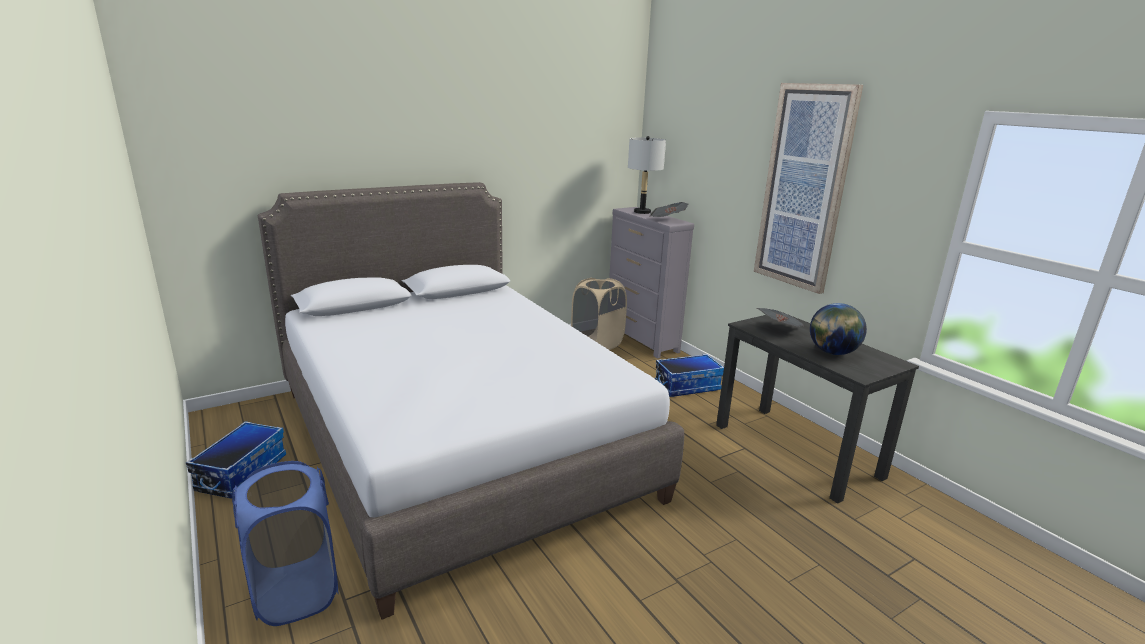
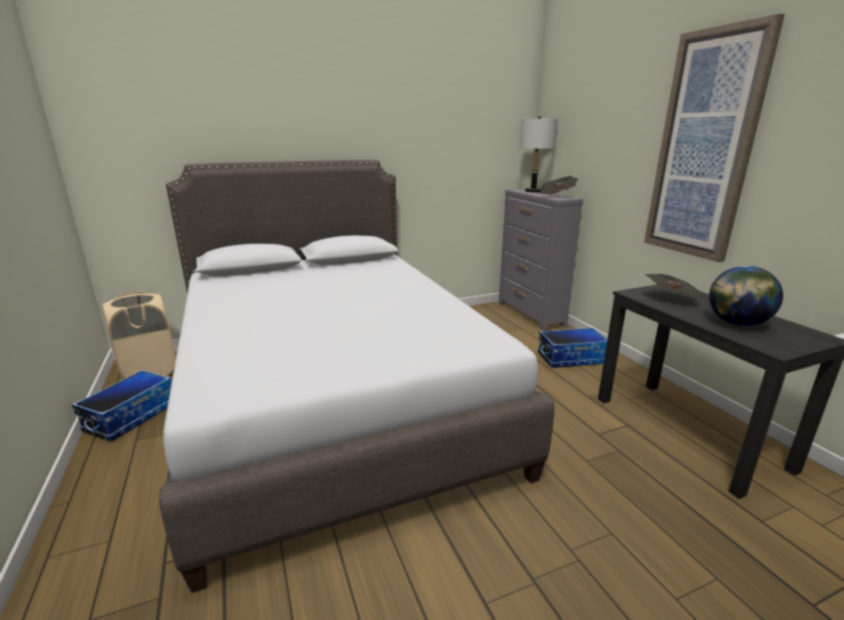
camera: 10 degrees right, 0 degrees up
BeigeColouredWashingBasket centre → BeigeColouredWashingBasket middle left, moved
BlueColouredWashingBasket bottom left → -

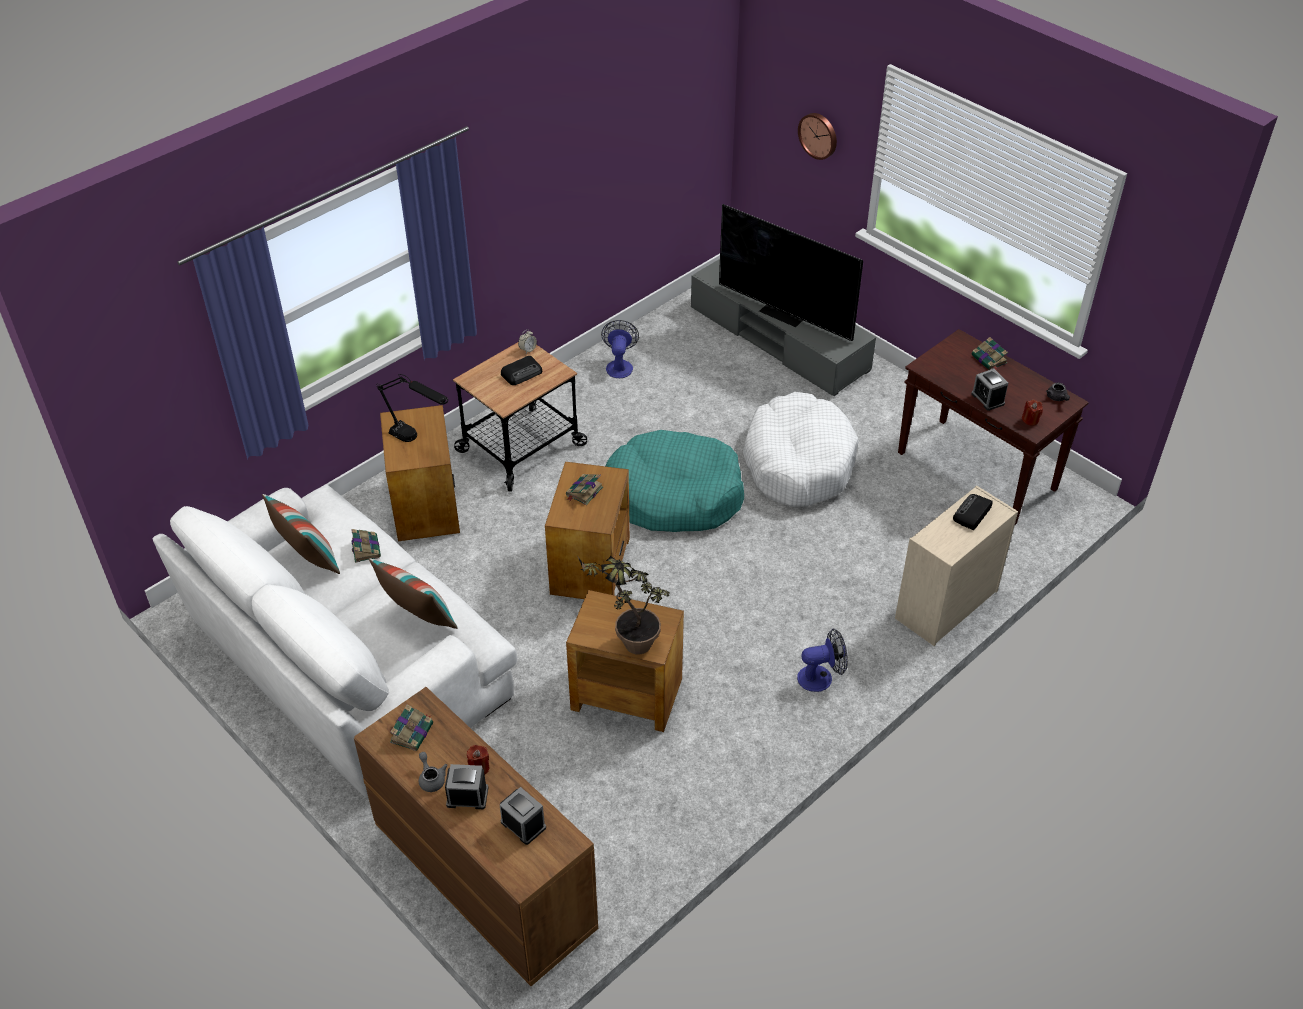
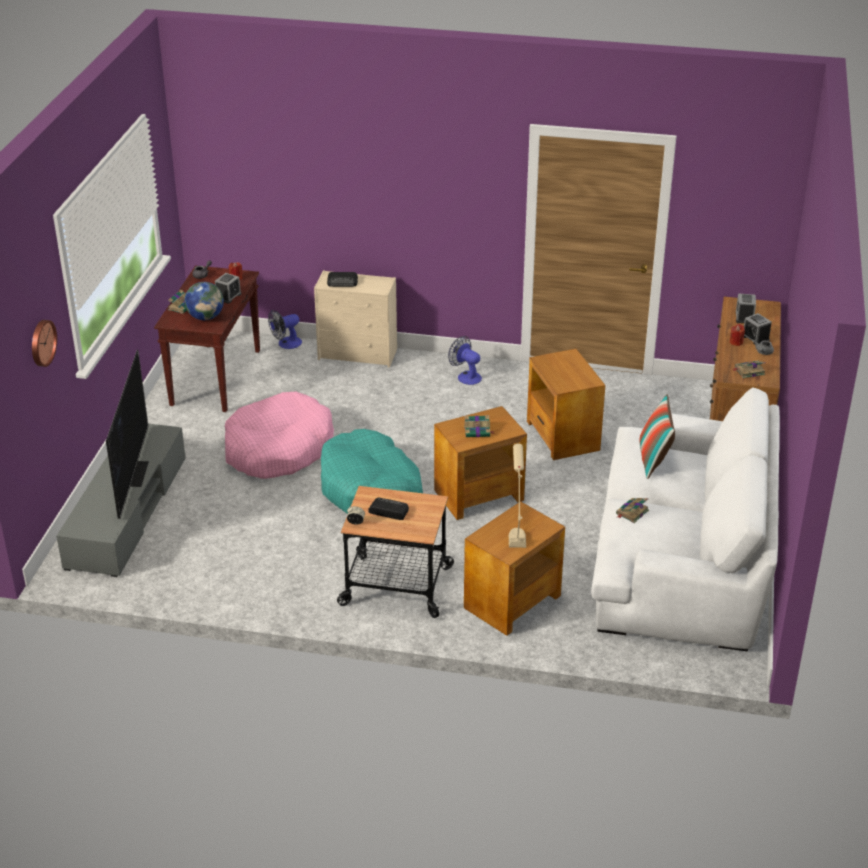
camera: 125 degrees left, 10 degrees down
ElectricFan (1st from left) centre → ElectricFan (1st from left) middle left, moved
BlackishTabletopLamp middle left → BeigeColouredTabletopLamp centre
WhiteColouredDogBed centre → PinkDogBed middle left
ThrowPillow (1st from left) middle left → -
PottedPlant centre → -
- → DeskGlobe middle left

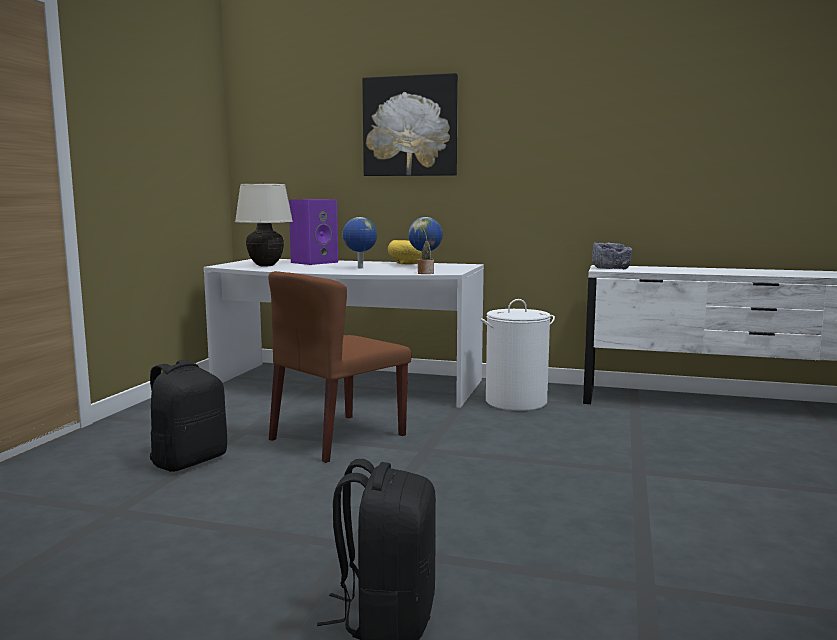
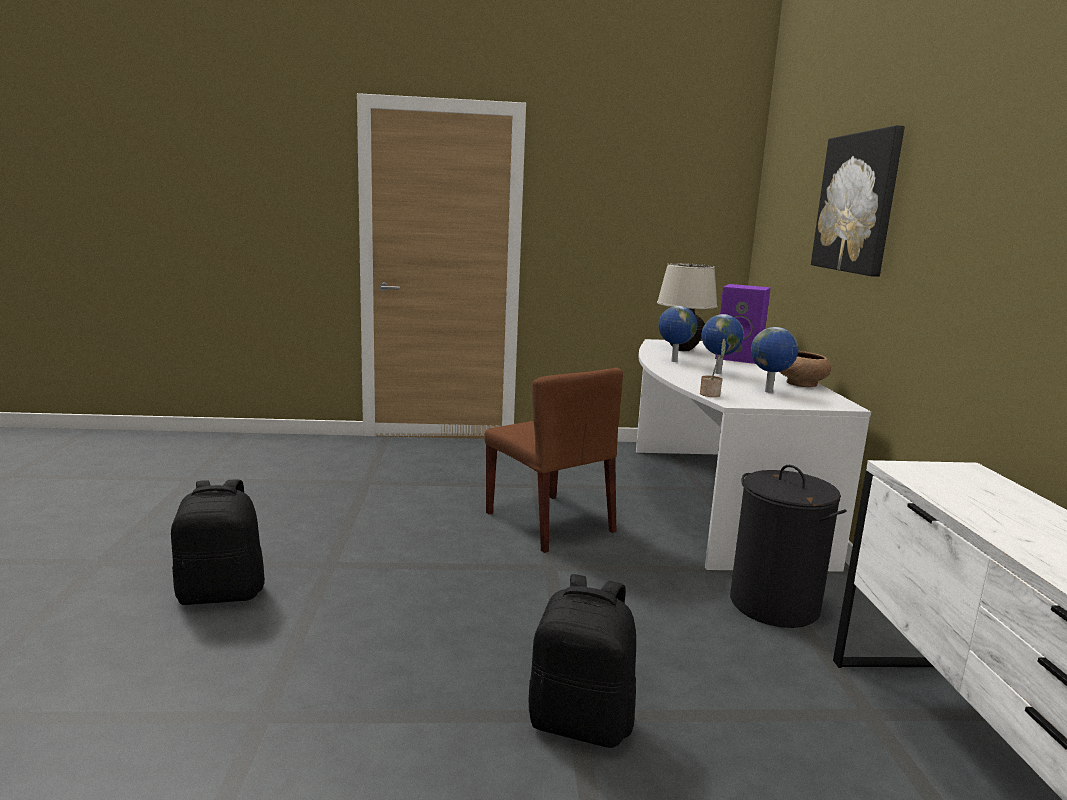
camera: 70 degrees right, 5 degrees up
YellowDeepDish centre → BrownColouredDeepDish middle right
GreyDeepDish middle right → -
BrownColouredUprightChair centre, 150 degrees counterclockwise
WhiteColouredWashingBasket centre → BlackishWashingBasket bottom right
BlackishKnapsack (1st from left in the first image) middle left → BlackishKnapsack (2nd from left) bottom centre, moved
- → DeskGlobe (1st from left) centre

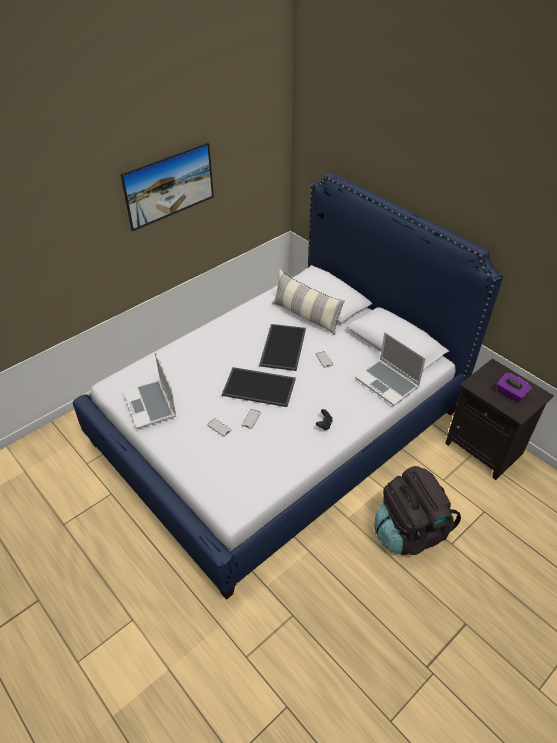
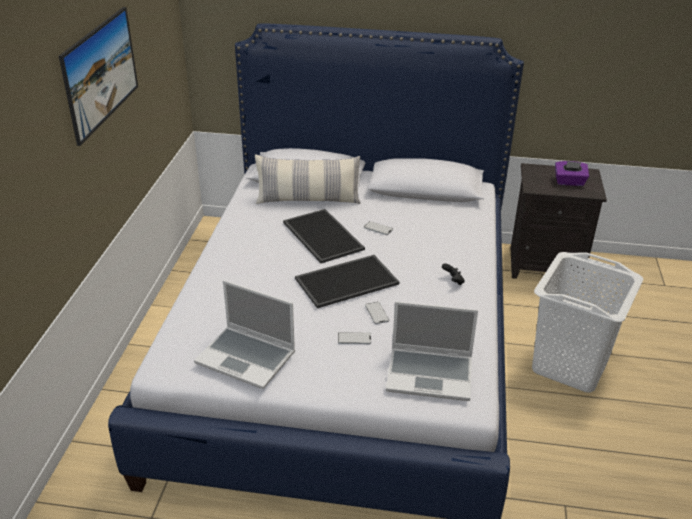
camera: 40 degrees left, 10 degrees down
Laptop (2nd from left) middle right → Laptop (2nd from left) bottom centre, moved
BlackishKnapsack bottom right → WhiteColouredWashingBasket middle right

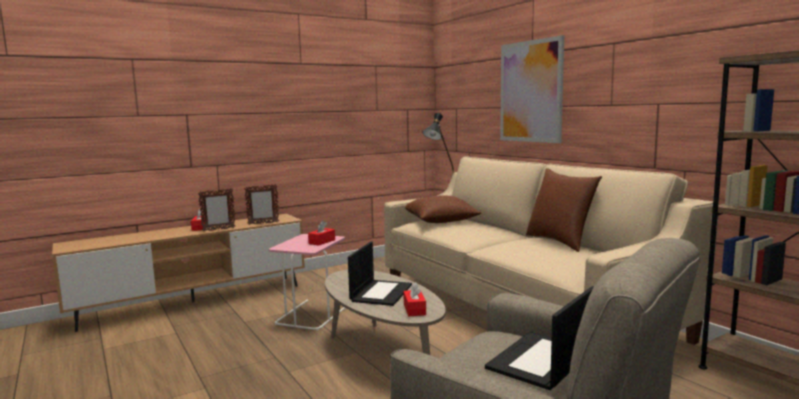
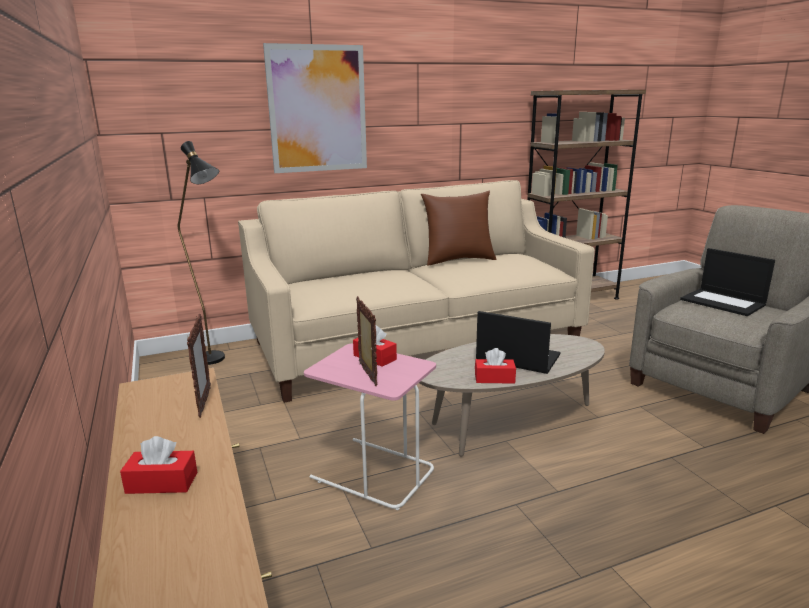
camera: 80 degrees left, 10 degrees up
PictureFrame (1st from left in the first image) middle left → PictureFrame (2nd from left) centre, moved
BrownColouredThrowPillow (1st from left) centre → -
RedTissueBox (3rd from left) bottom centre → RedTissueBox (3rd from left) centre, moved

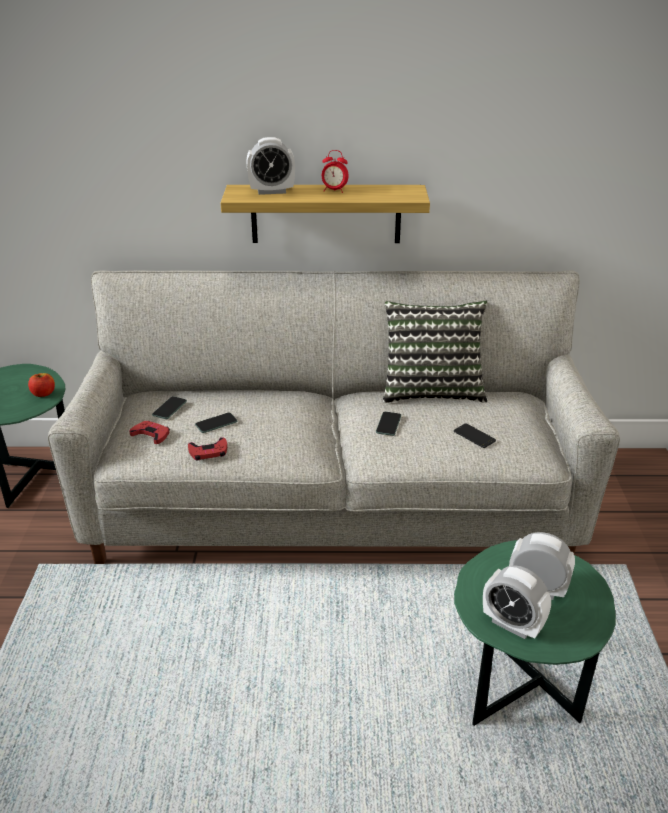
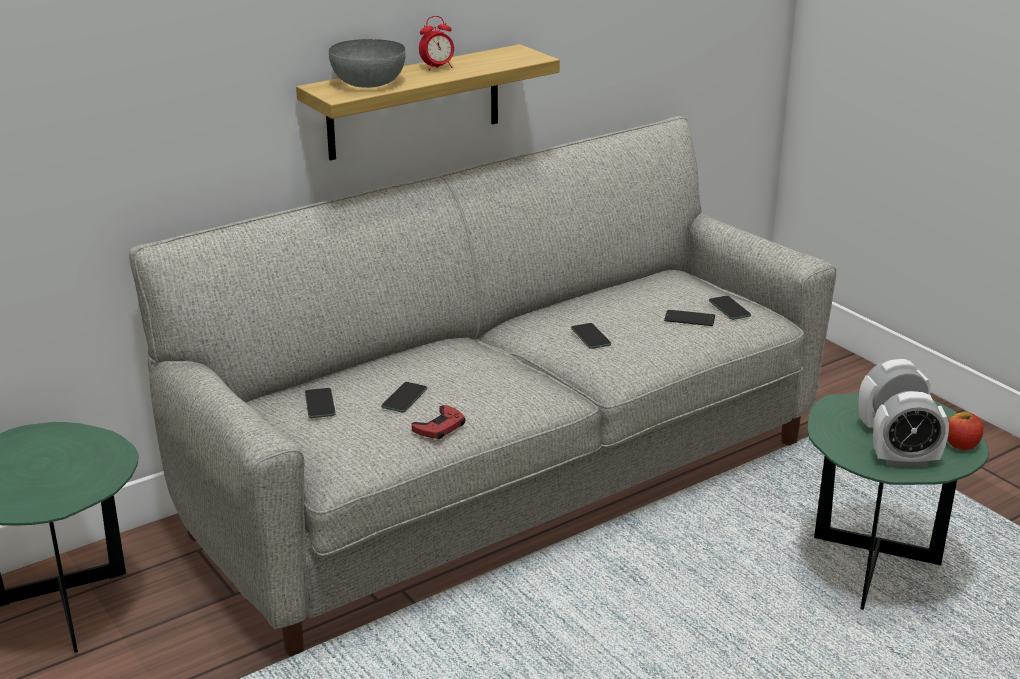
camera: 35 degrees left, 5 degrees down
BedsideClock (1st from left) top centre → GreyDeepDish top centre
ThrowPillow centre → -
AppleFruit middle left → AppleFruit middle right, moved
RedGamepad (1st from left) middle left → -
- → Phone (5th from left) middle right

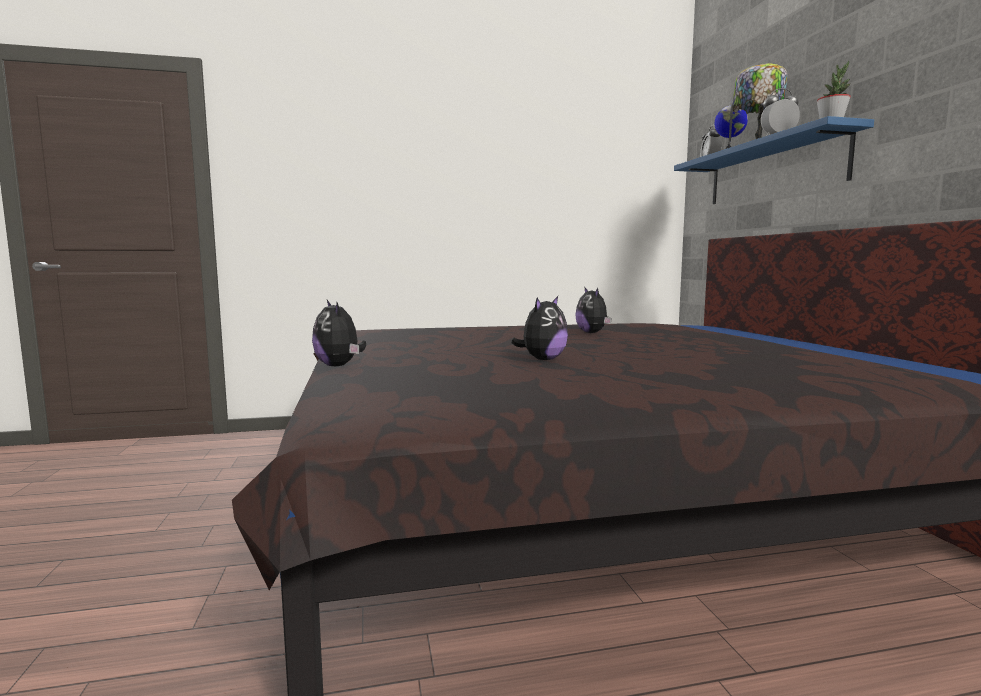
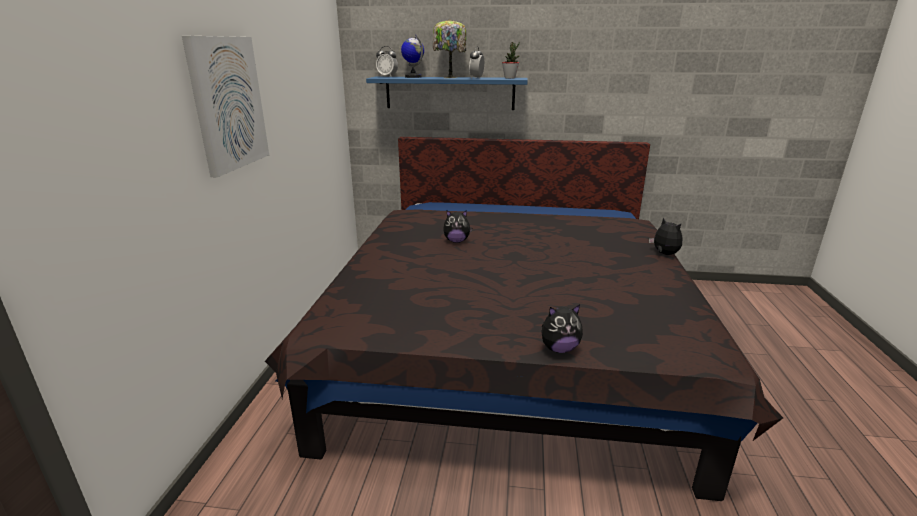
camera: 70 degrees left, 15 degrees up
PlushToy (2nd from left in the first image) centre → PlushToy (3rd from left) middle right, moved
- → WallPicture top left

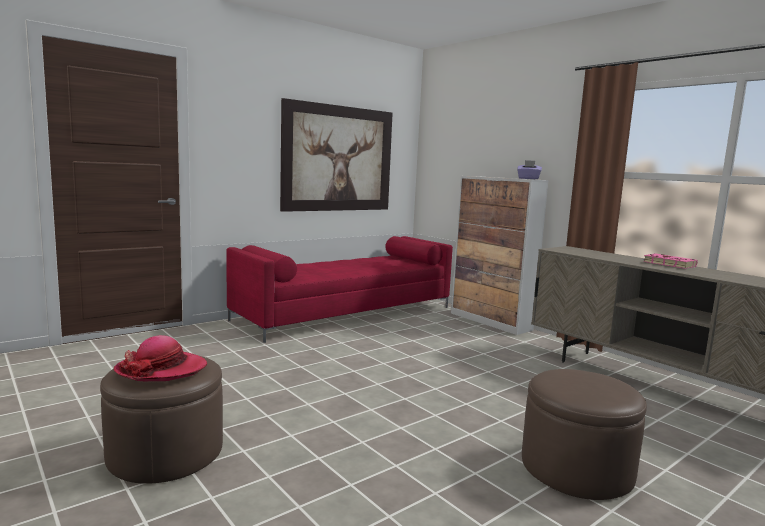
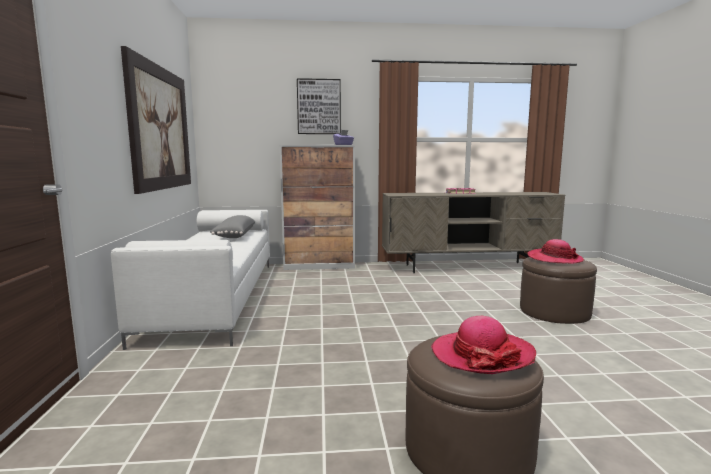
camera: 55 degrees left, 0 degrees up
RedSofa centre → WhiteColouredSofa middle left
- → WallPicture (2nd from left) top centre
- → GreyThrowPillow middle left
- → ClothingHat (2nd from left) middle right

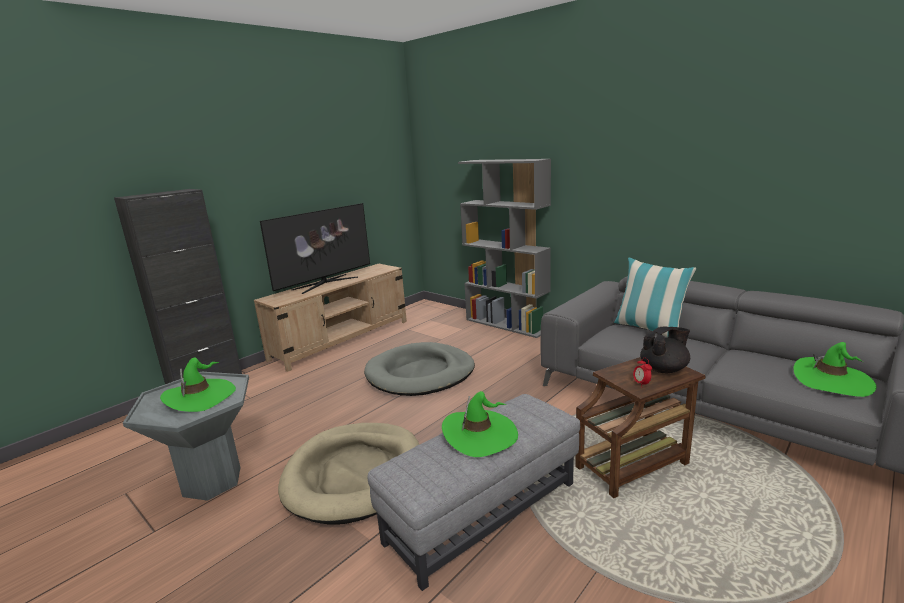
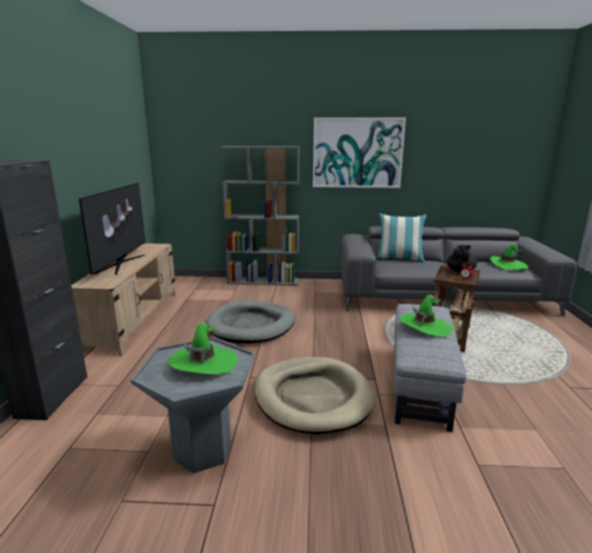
camera: 40 degrees left, 0 degrees up
- → WallPicture top centre

